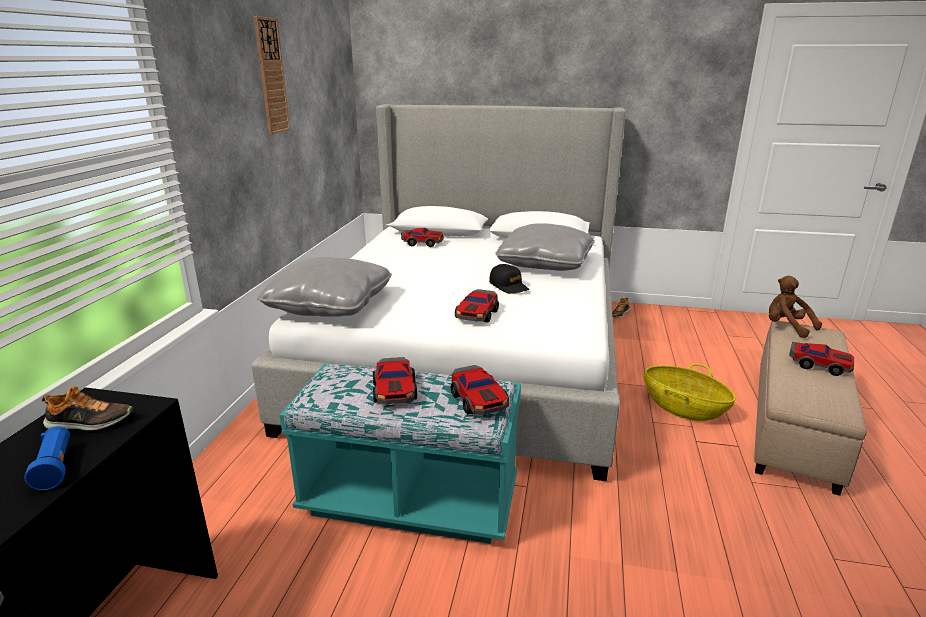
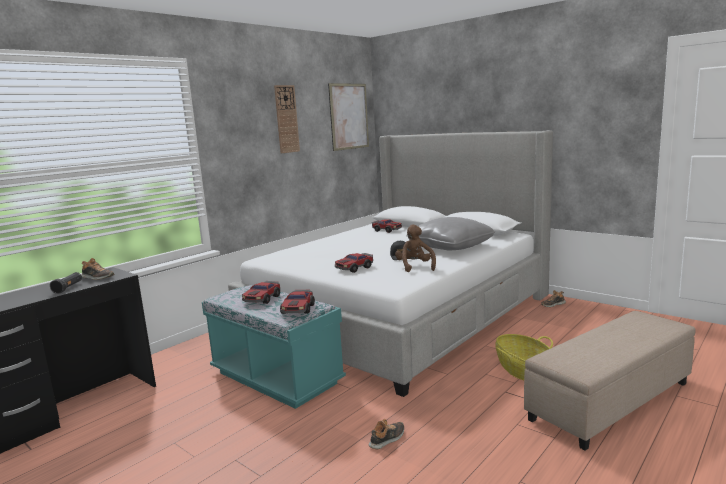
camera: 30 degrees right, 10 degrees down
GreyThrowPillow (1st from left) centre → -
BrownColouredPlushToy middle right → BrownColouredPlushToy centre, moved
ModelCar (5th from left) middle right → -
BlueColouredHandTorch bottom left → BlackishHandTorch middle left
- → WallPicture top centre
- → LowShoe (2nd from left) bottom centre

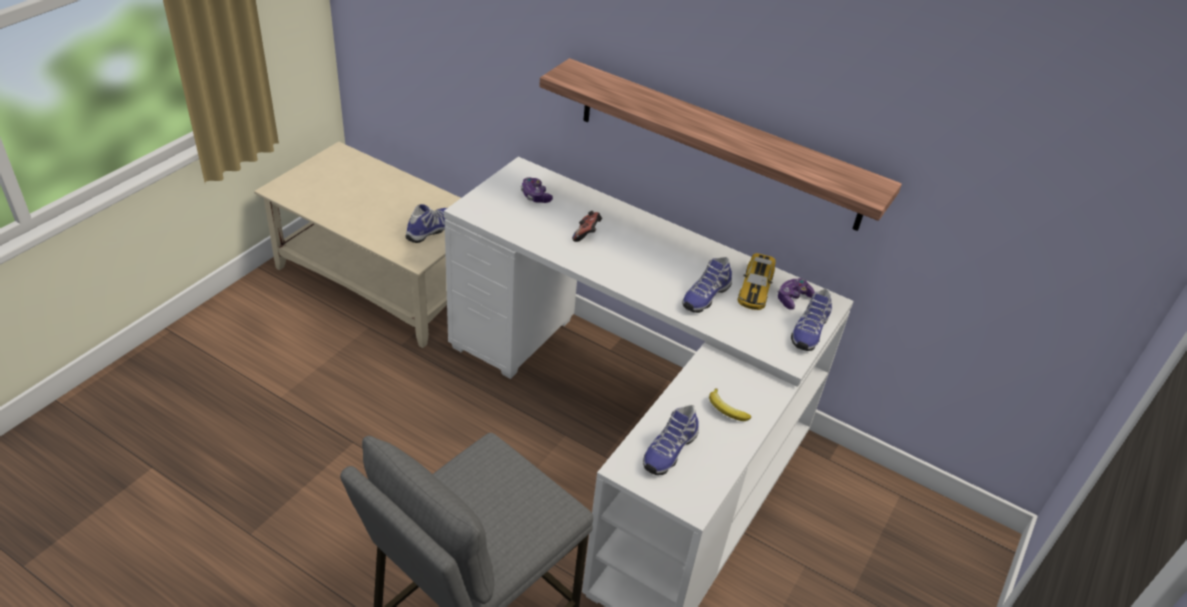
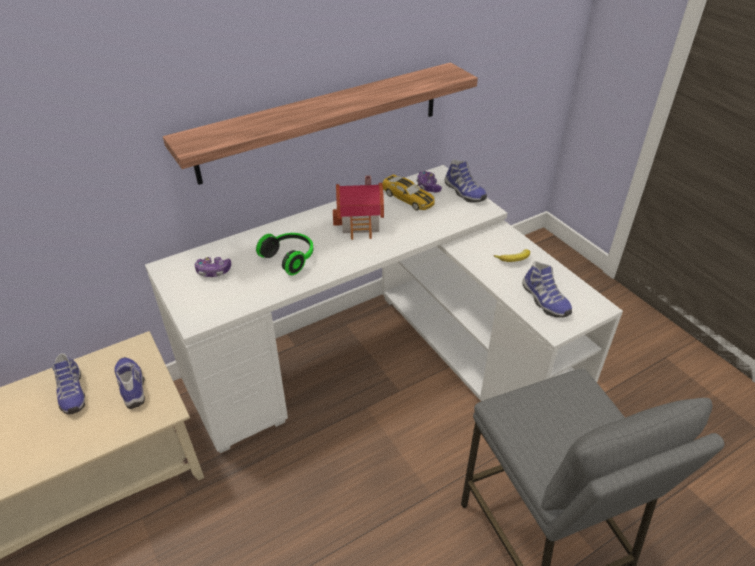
camera: 60 degrees left, 0 degrees up
Gamepad (2nd from left) centre → Headphones centre
LowShoe (3rd from left in the first image) centre → LowShoe (1st from left) bottom left, moved
- → ModelHouse centre

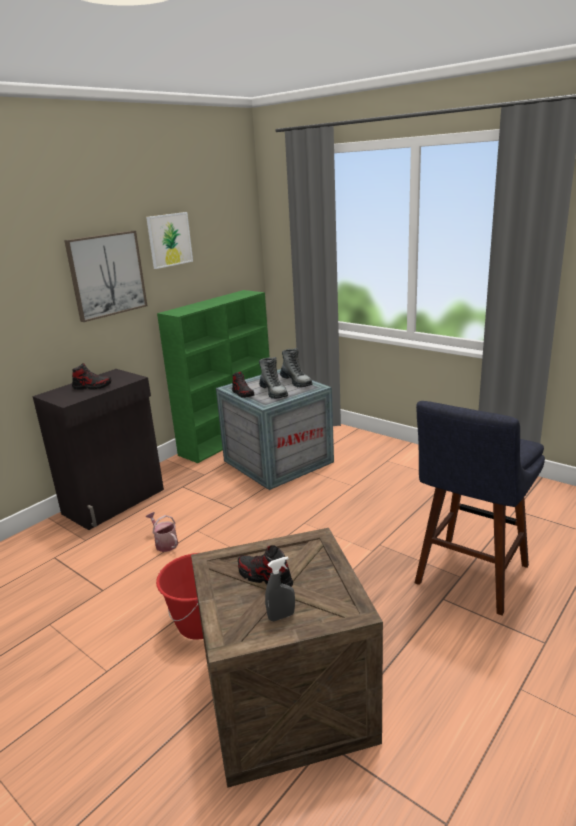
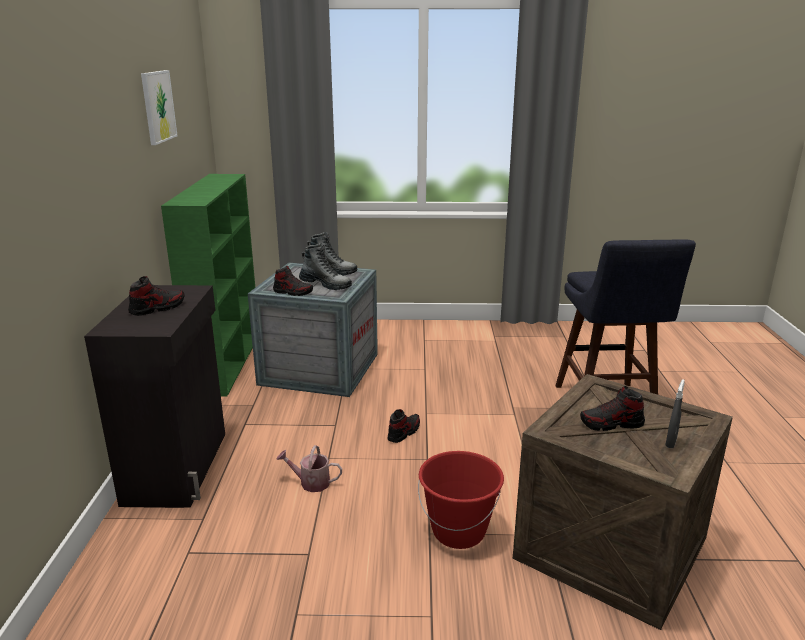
camera: 40 degrees left, 0 degrees up
WallPicture (1st from left) middle left → -
- → LowShoe (3rd from left) centre

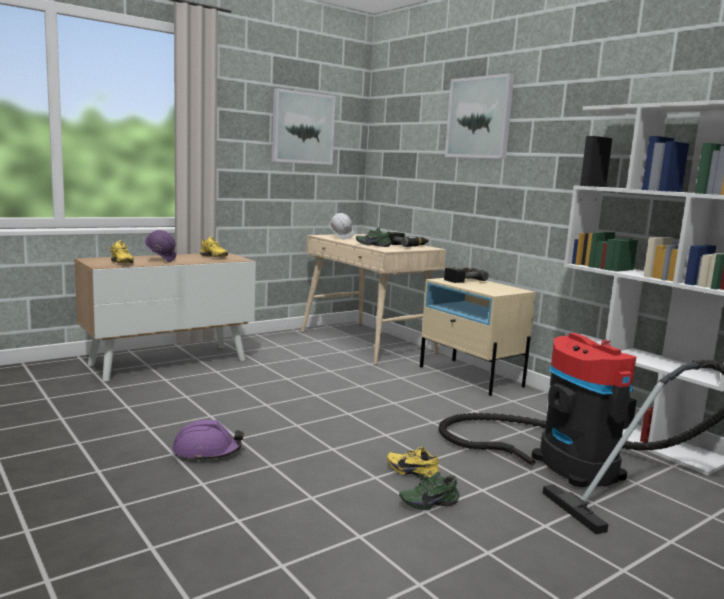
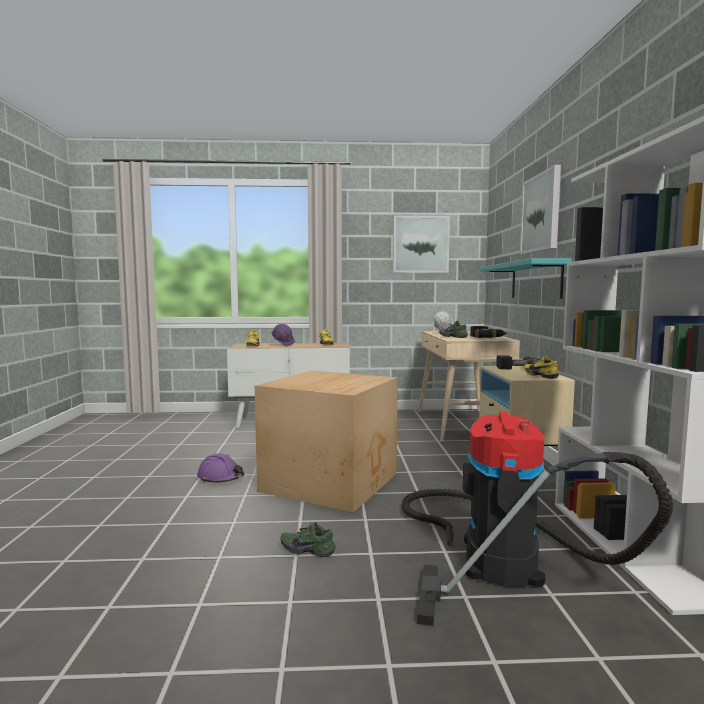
camera: 35 degrees right, 5 degrees down
YellowLowShoe (3rd from left) bottom centre → YellowLowShoe (3rd from left) middle right, moved
- → BlueGreenShelf middle right
- → Carton centre

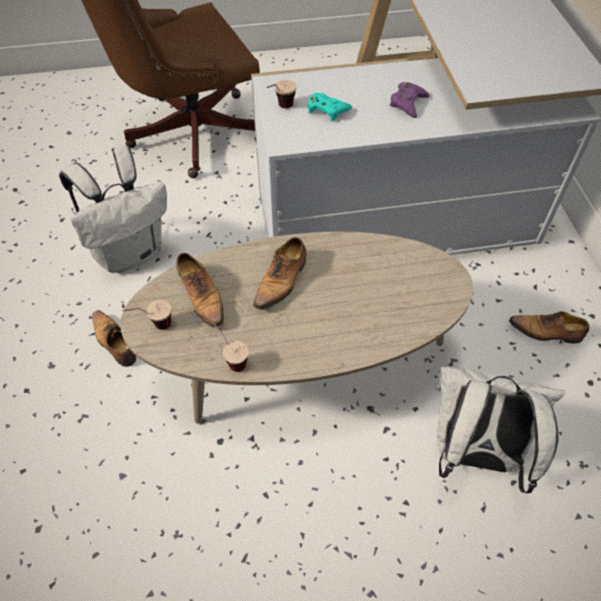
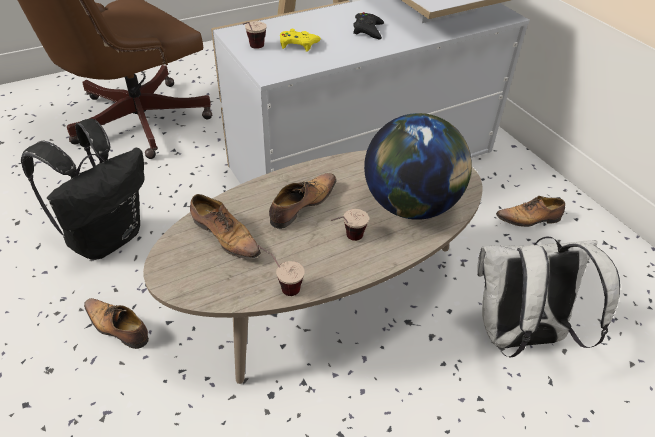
camera: 20 degrees left, 10 degrees down
PurpleGamepad top right → BlackishGamepad top centre
BlueGreenGamepad top centre → YellowGamepad top centre
WhiteColouredKnapsack (1st from left) middle left → BlackishKnapsack middle left
LowShoe (3rd from left) centre, 150 degrees counterclockwise
Cup (1st from left in the first image) middle left → Cup (3rd from left) centre, moved
- → DeskGlobe centre

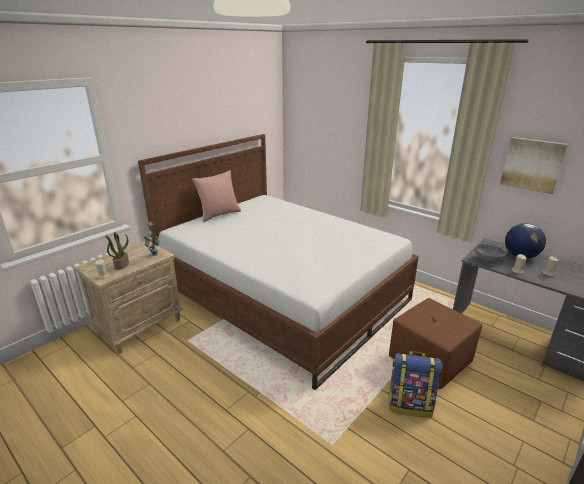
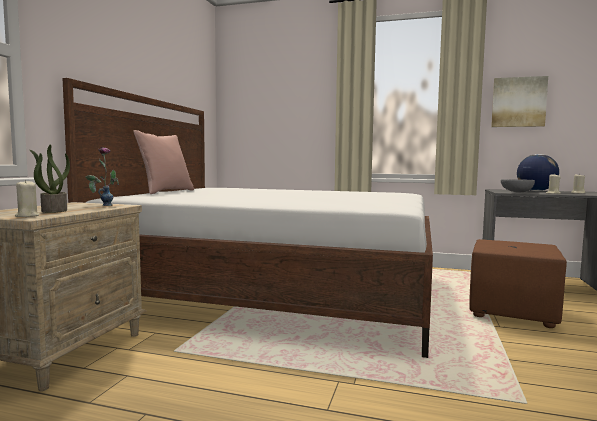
camera: 25 degrees left, 20 degrees down
Knapsack bottom right → -

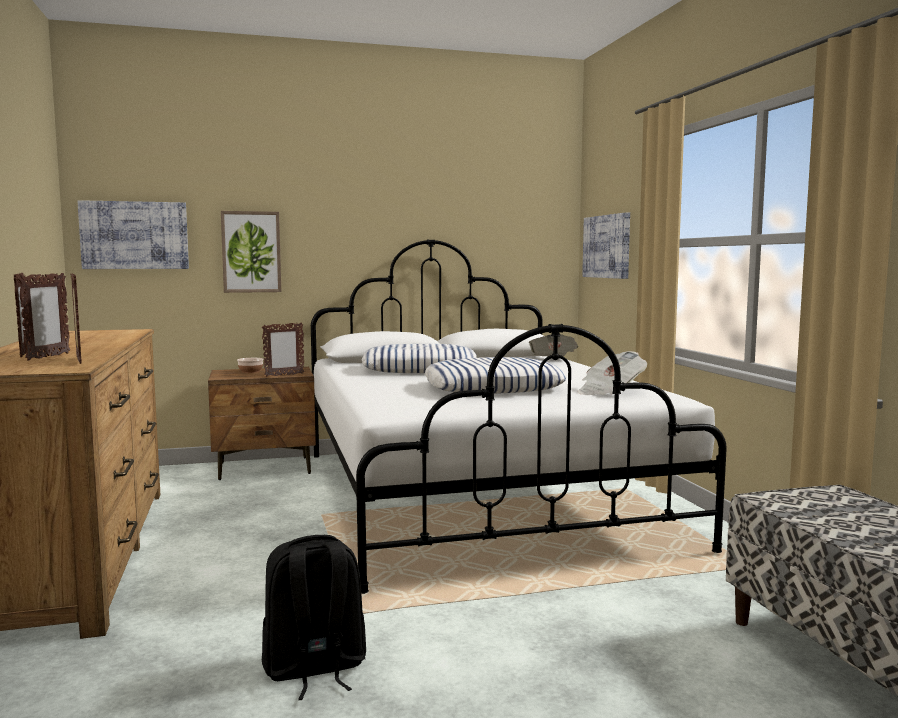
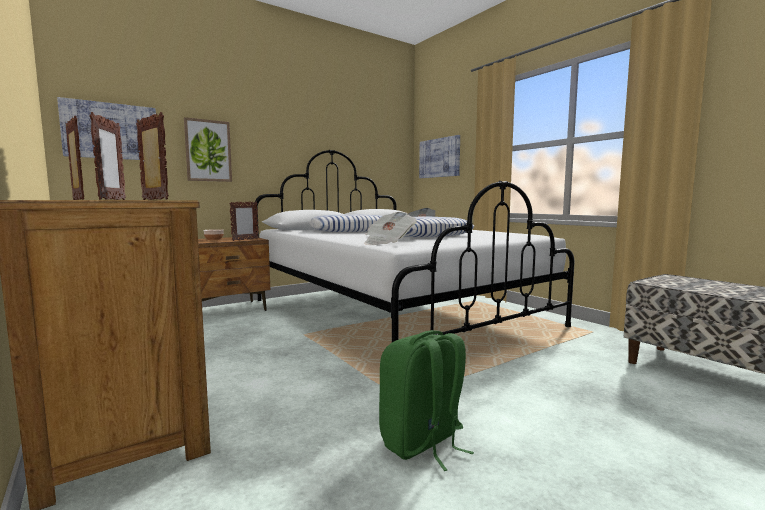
camera: 20 degrees left, 0 degrees up
DailyPaper (2nd from left in the first image) middle right → DailyPaper (1st from left) centre, moved
BlackishKnapsack bottom centre → GreenishKnapsack bottom centre

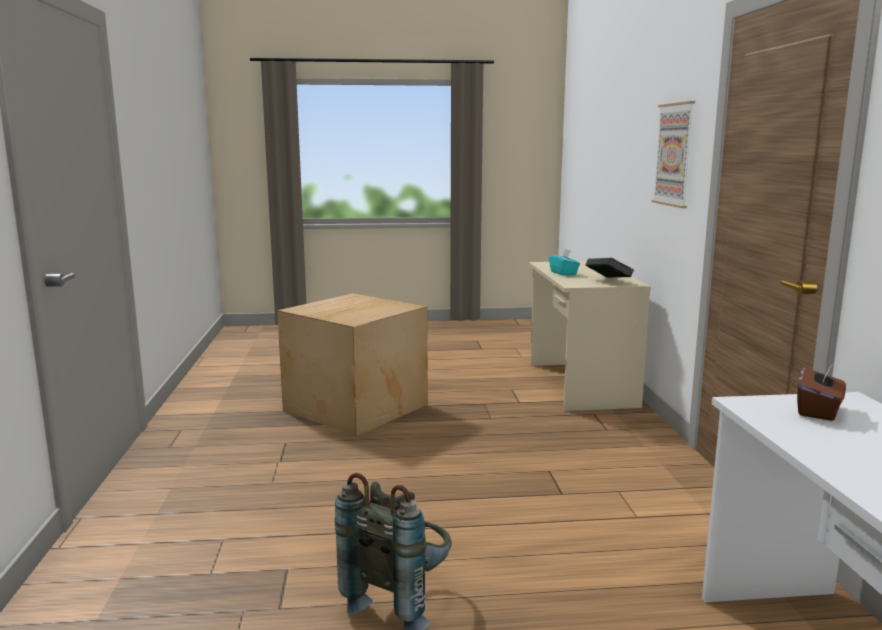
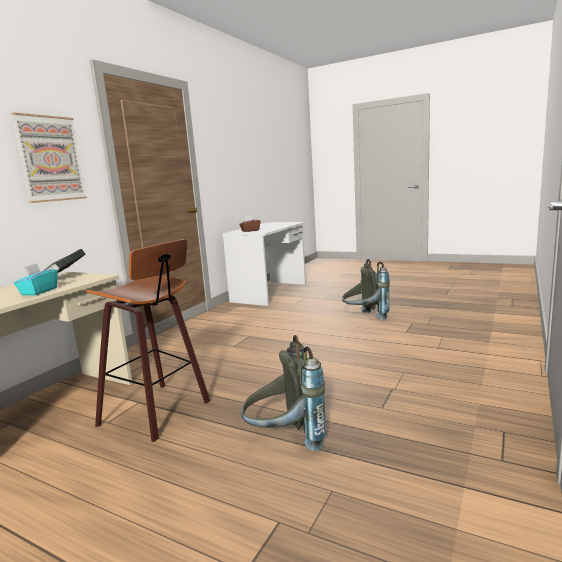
camera: 145 degrees left, 0 degrees up
Carton centre → GreyKnapsack (1st from left) bottom centre
- → Stool middle left

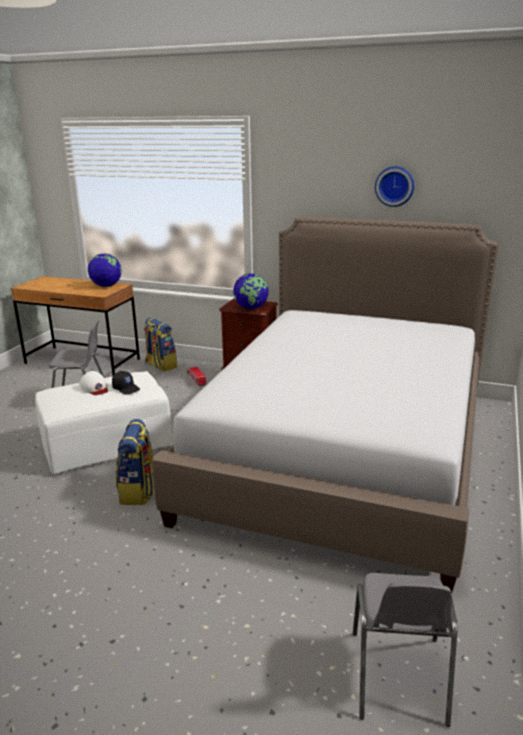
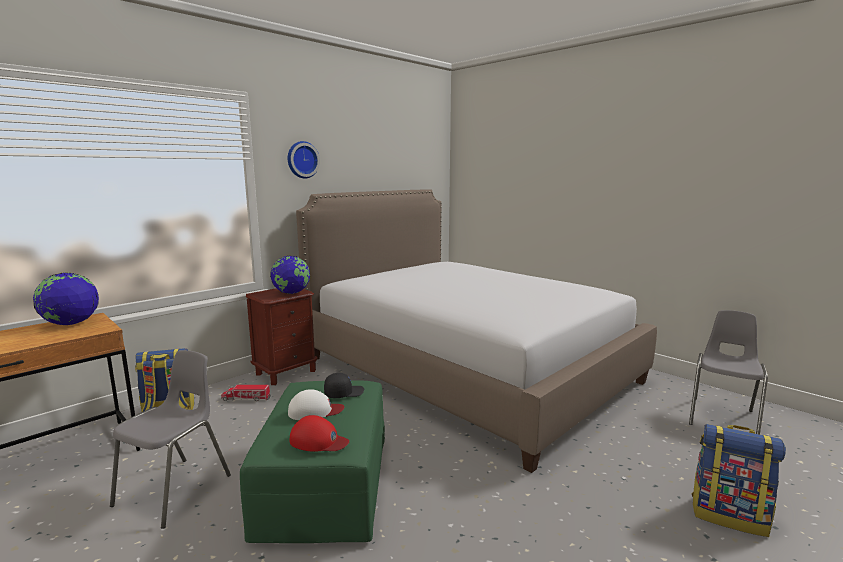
camera: 65 degrees left, 10 degrees down
HangingClock top right → HangingClock top centre, moved
WhiteColouredFootrest middle left → GreenishFootrest bottom centre
Knapsack (1st from left in the first image) middle left → Knapsack (2nd from left) bottom right, moved
GreyUprightChair (2nd from left) bottom right → GreyUprightChair (2nd from left) middle right, 90 degrees counterclockwise
- → RedPeakedCap bottom centre

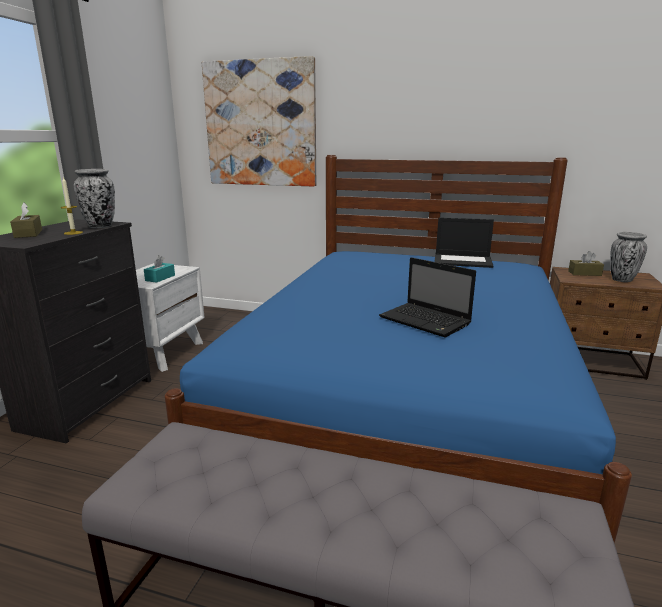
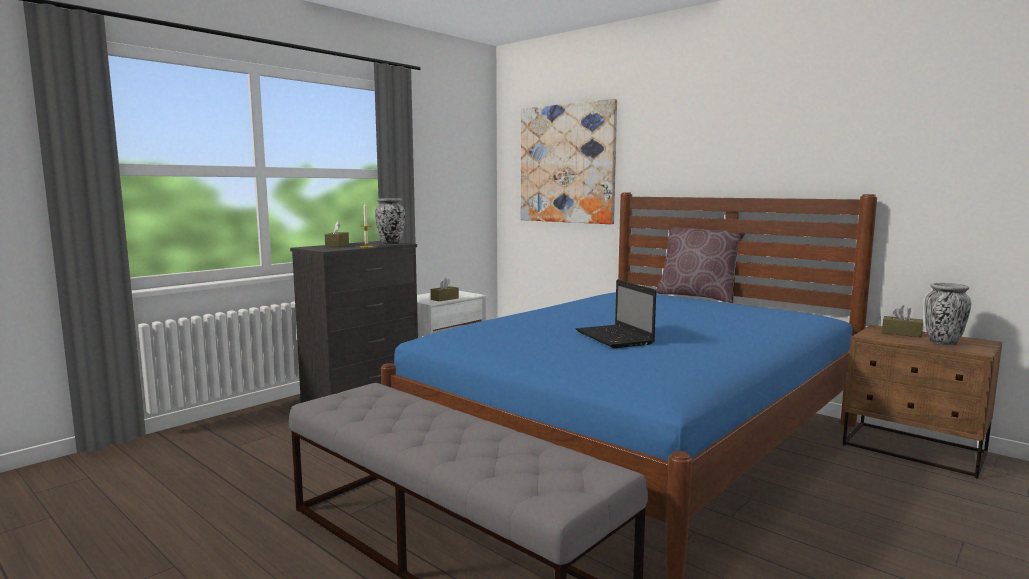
camera: 25 degrees right, 10 degrees down
Laptop (2nd from left) middle right → -
BlueGreenTissueBox middle left → BrownColouredTissueBox (2nd from left) centre
- → BrownColouredThrowPillow middle right

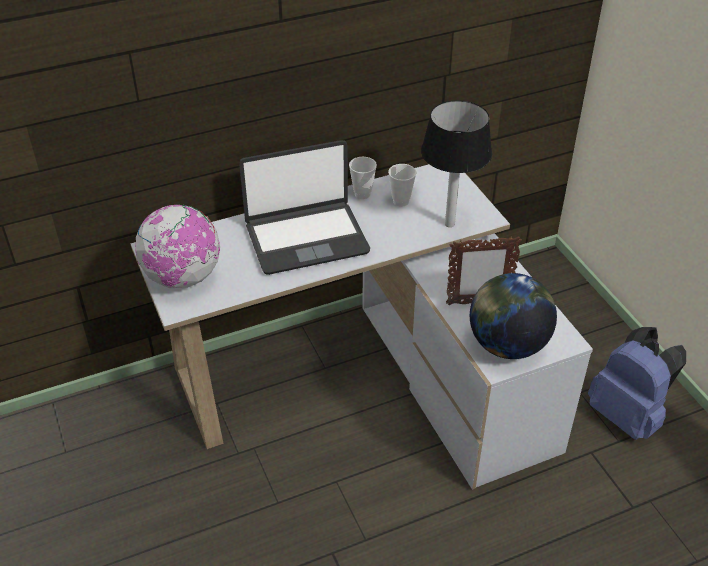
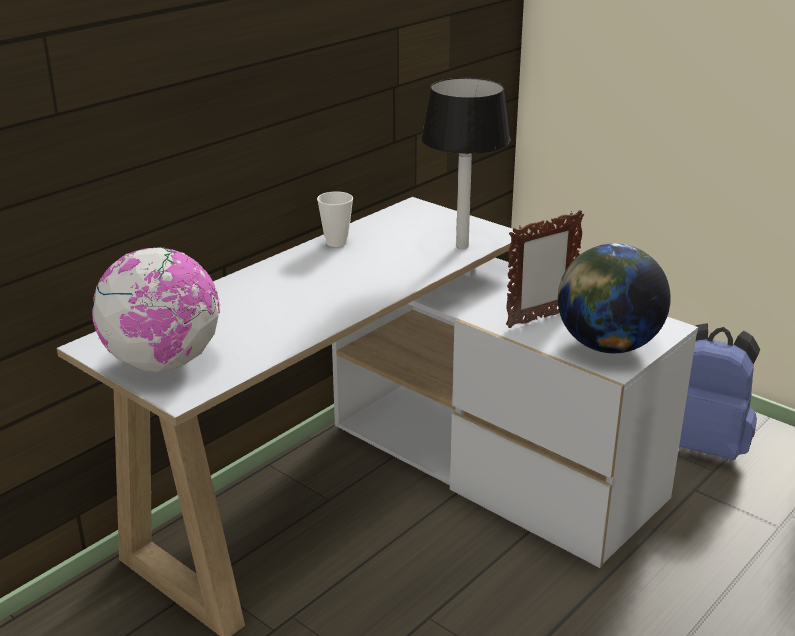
camera: 25 degrees left, 15 degrees down
Laptop centre → -
Cup (2nd from left) top centre → -

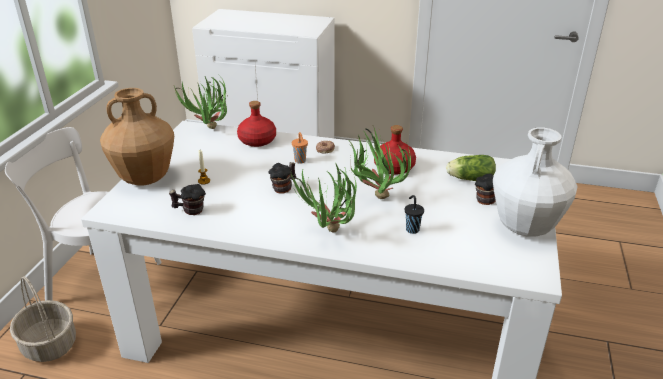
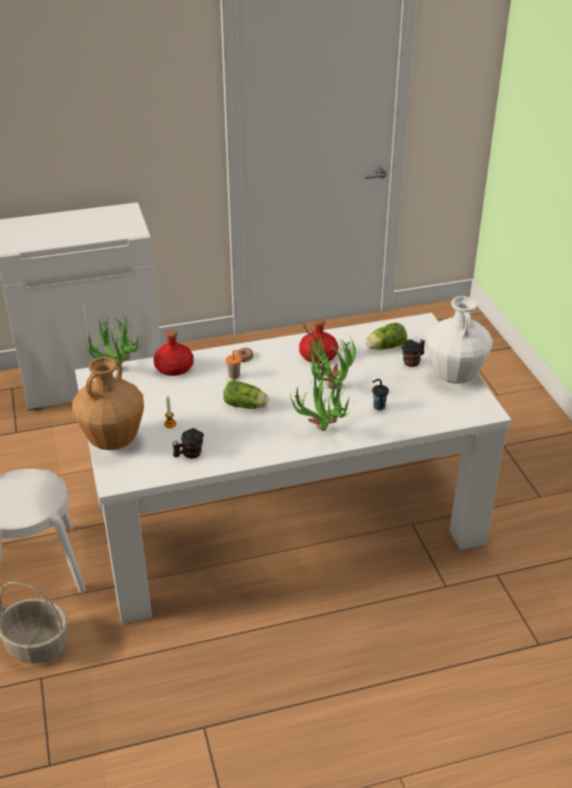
camera: 30 degrees left, 5 degrees up
TeaMug (2nd from left) centre → LettuceHead (1st from left) centre

